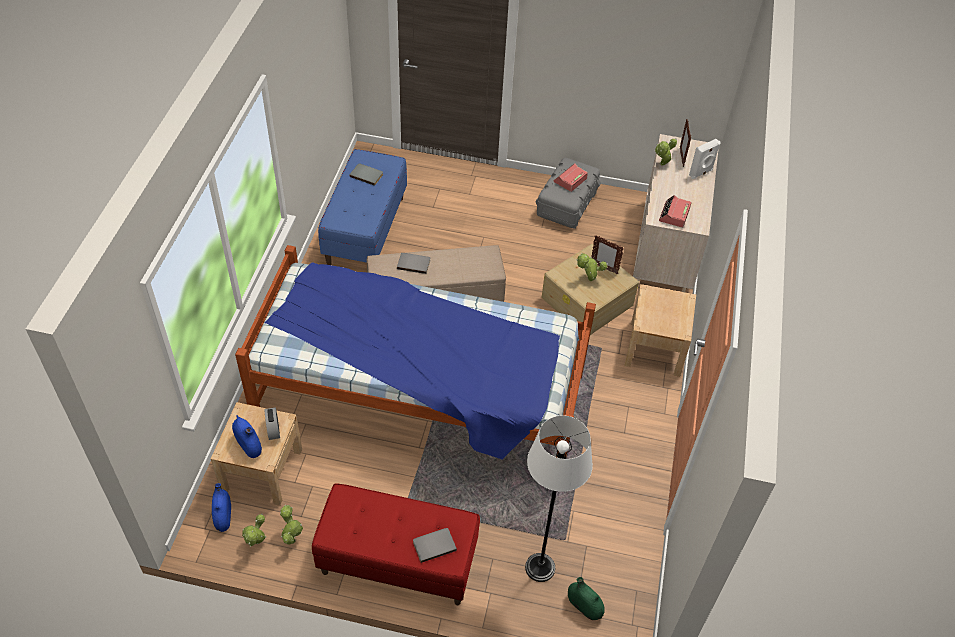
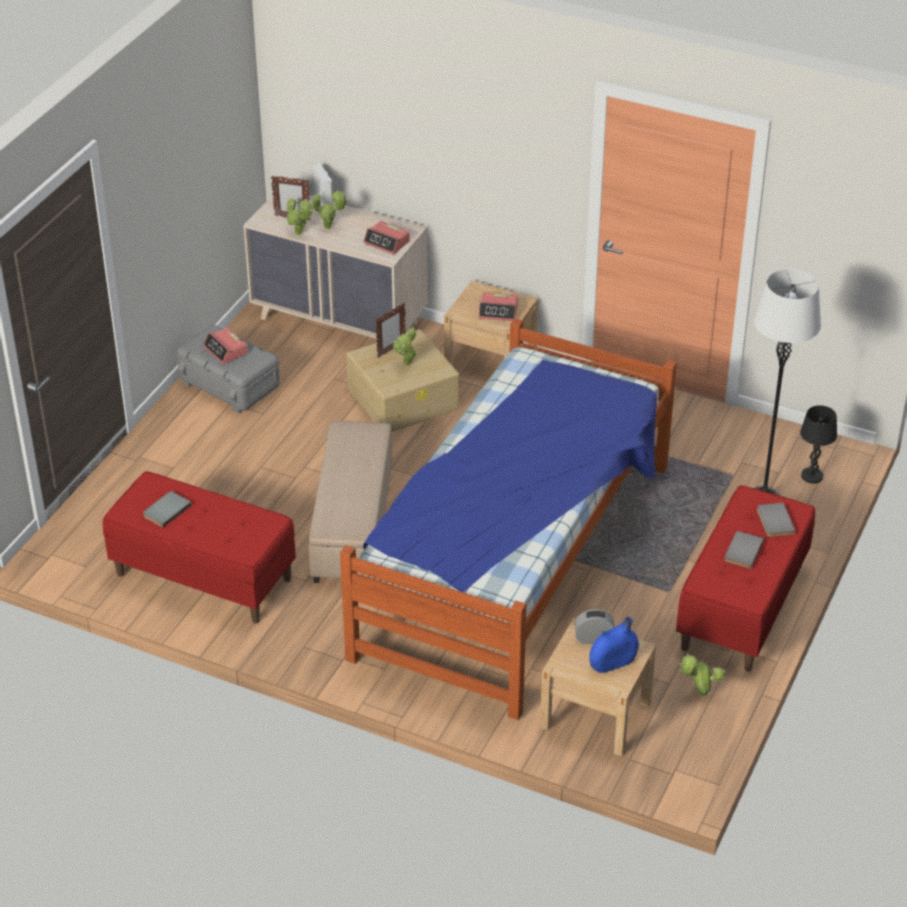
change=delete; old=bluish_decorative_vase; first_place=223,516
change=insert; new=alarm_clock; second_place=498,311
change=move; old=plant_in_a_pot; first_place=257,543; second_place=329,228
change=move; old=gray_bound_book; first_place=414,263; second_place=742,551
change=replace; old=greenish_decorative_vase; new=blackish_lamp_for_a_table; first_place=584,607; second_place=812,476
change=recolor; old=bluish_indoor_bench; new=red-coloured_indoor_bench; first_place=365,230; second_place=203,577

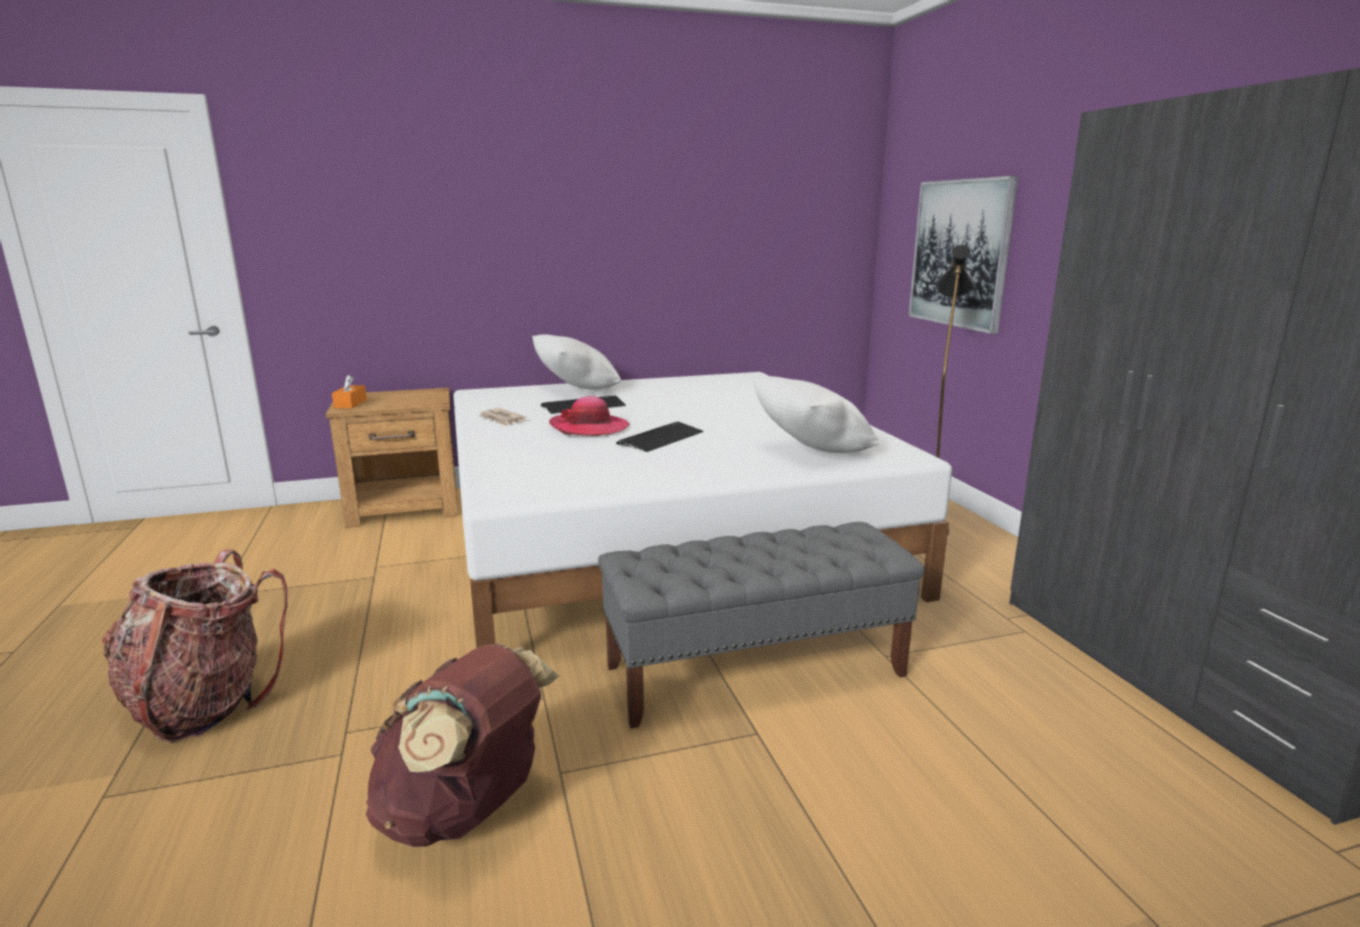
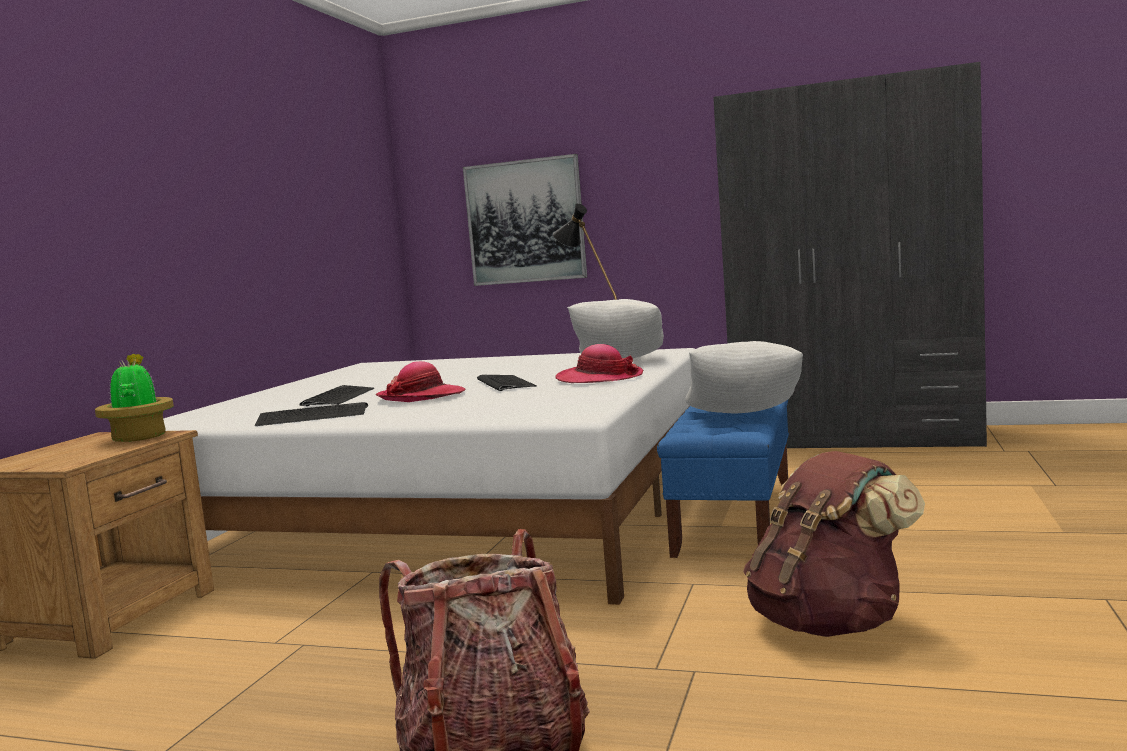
change=delete; old=orangey_tissue_box; first_place=350,404
change=insert; new=plant_in_a_pot; second_place=140,437
change=insert; new=hat; second_place=599,378
change=move; old=white_cushion; first_place=576,390; second_place=744,417
change=replace; old=printed_paper; new=PC_keyboard; first_place=502,419; second_place=312,417
change=recolor; old=gray_indoor_bench; new=bluish_indoor_bench; first_place=756,670; second_place=735,516

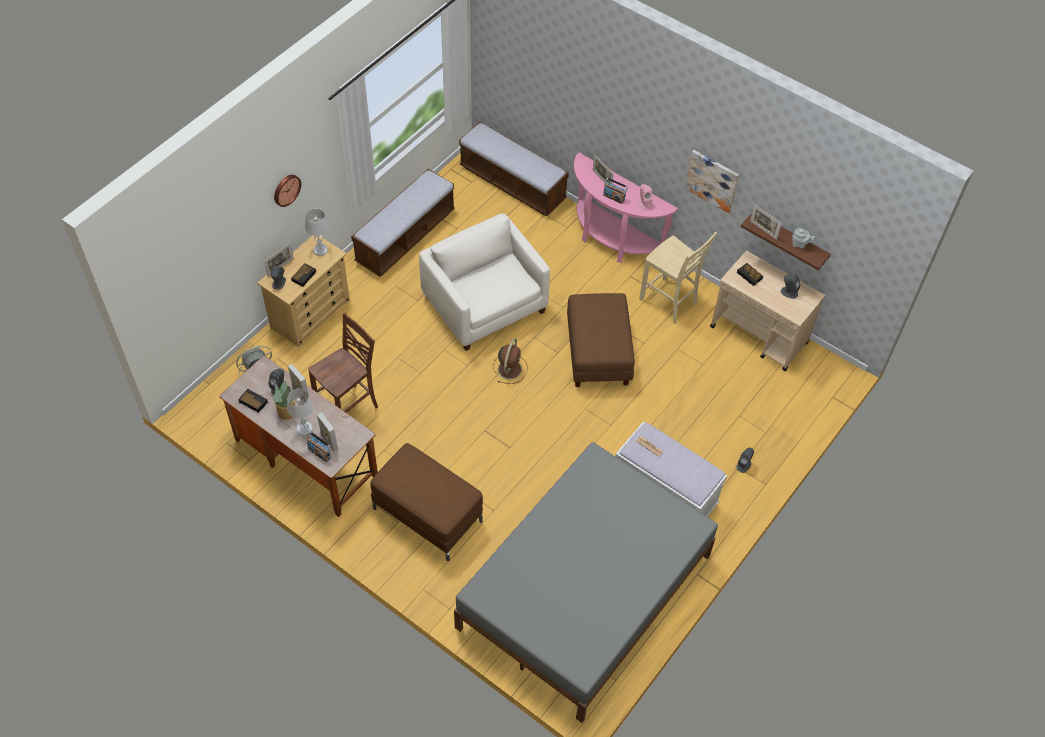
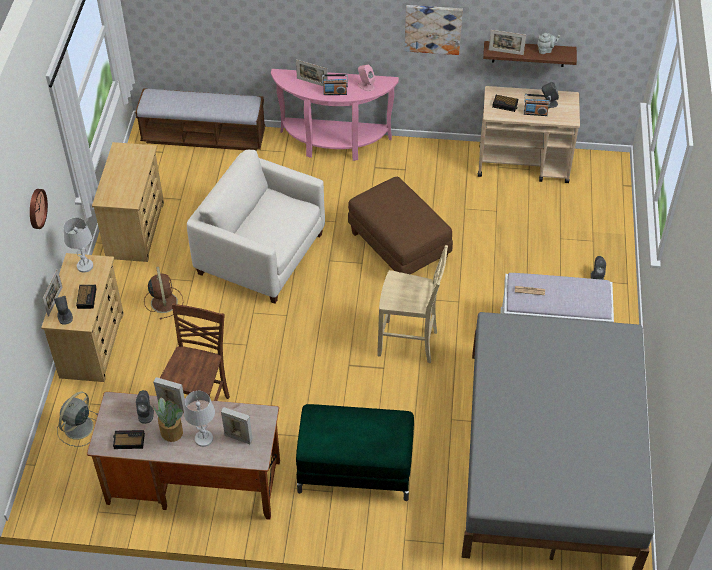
change=move; old=radio_set; first_place=319,453; second_place=535,113
change=move; old=brownish_cooling_fan; first_place=510,368; second_place=164,301
change=move; old=sand-coloured_plain_chair; first_place=669,302; second_place=409,343
change=replace; old=indoor_bench; new=sand-coloured_chest_of_drawers; first_place=405,237; second_place=135,230
change=recolor; old=brownish_footrest; new=greenish_footrest; first_place=428,515; second_place=356,469

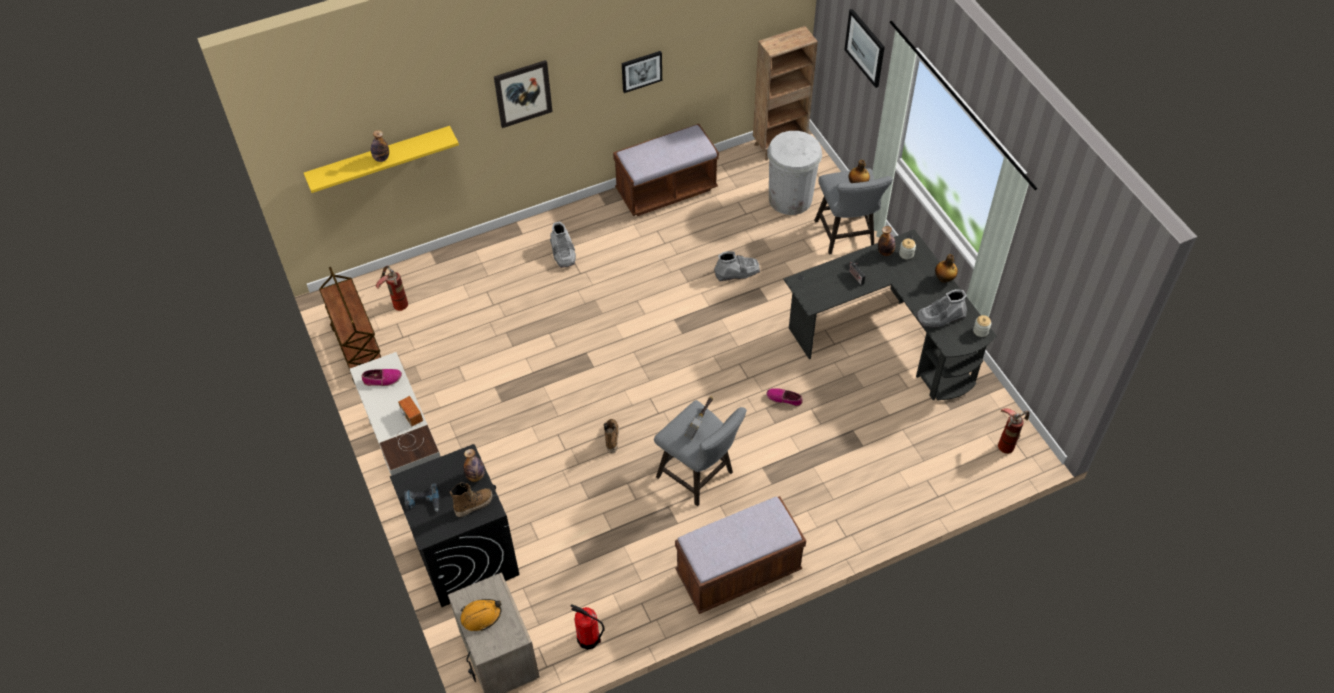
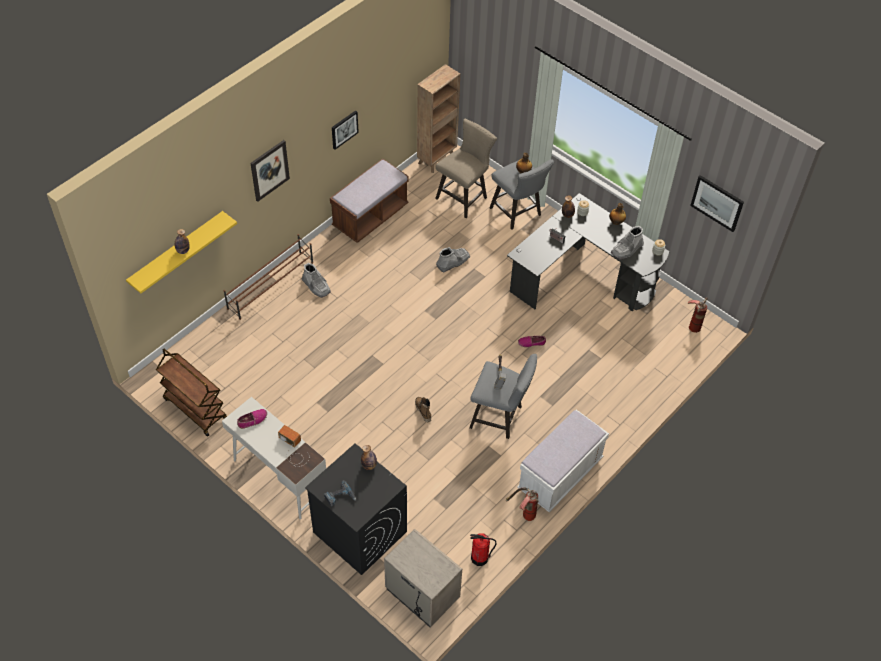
change=delete; old=boot; first_place=474,504
change=delete; old=orangey_work_helmet; first_place=481,616
change=insert; new=brownish_shoe_rack; second_place=271,285
change=move; old=fire_extinguisher; first_place=395,302; second_place=523,514
change=move; old=picture; first_place=865,47; second_place=717,203
change=replace; old=white_rubbish_bin; new=sand-coloured_stool; first_place=790,198; second_place=464,196
change=recolor; old=brownish_indoor_bench; new=white_indoor_bench; first_place=738,572; second_place=560,475

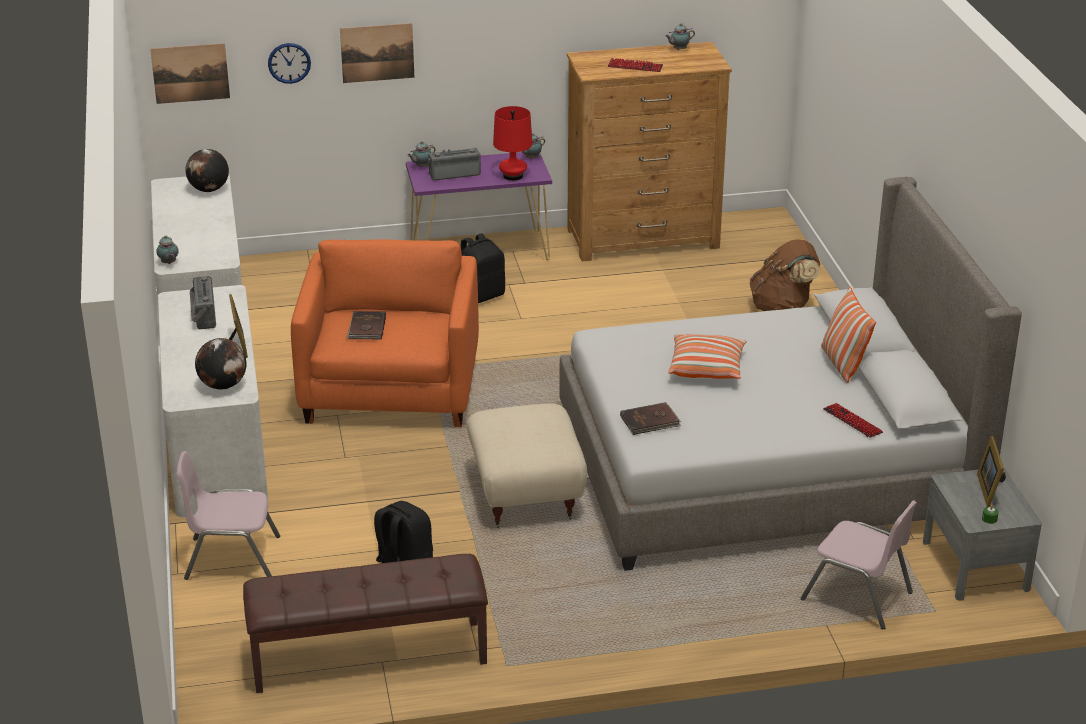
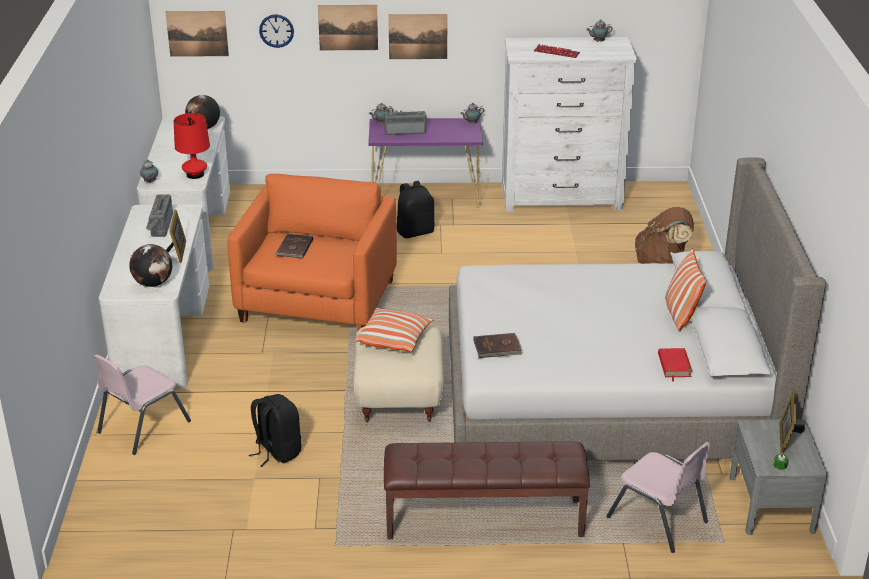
change=insert; new=picture; second_place=418,36
change=move; old=brownish_indoor_bench; first_place=368,657; second_place=484,519
change=move; old=red-coloured_lamp_for_a_table; first_place=513,176; second_place=195,175
change=move; old=cushion; first_place=706,368; second_place=394,339
change=replace; old=PC_keyboard; new=red-coloured_bound_book; first_place=852,421; second_place=674,365
change=recolor; old=brownish_chest_of_drawers; new=white_chest_of_drawers; first_place=643,239; second_place=561,197
change=rotate; old=pink_plain_chair; first_place=232,558; second_place=143,427; degrees=-60

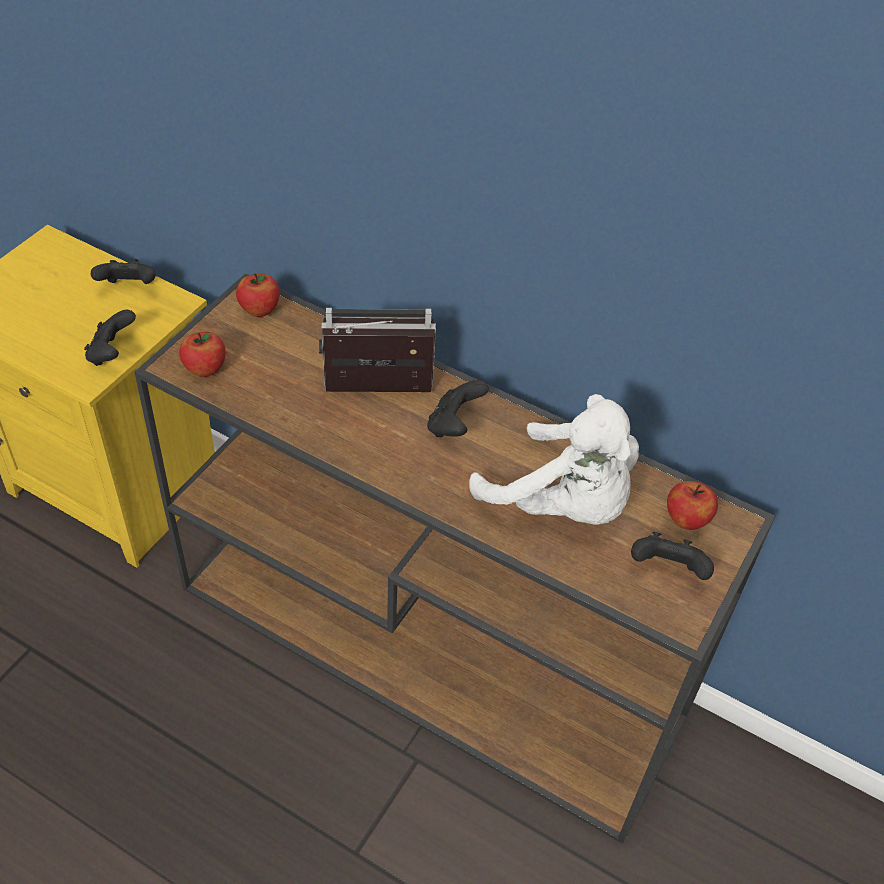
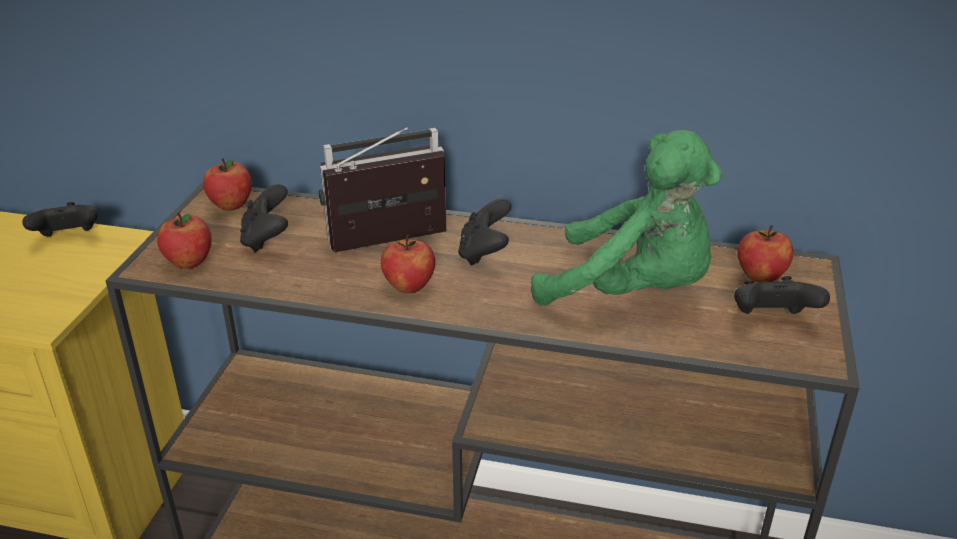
change=insert; new=whole_apple; second_place=409,286
change=move; old=blackish_game_controller; first_place=112,353; second_place=267,239
change=recolor; old=white_soft_toy; new=greenish_soft_toy; first_place=562,504; second_place=632,291

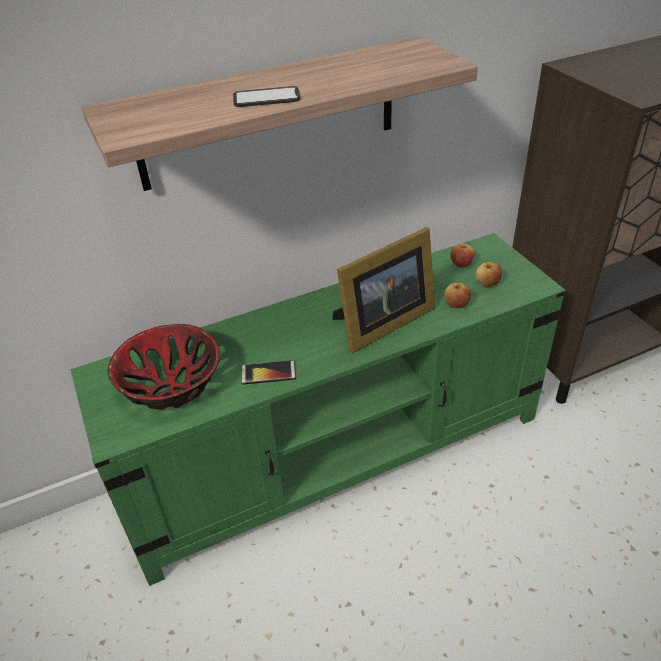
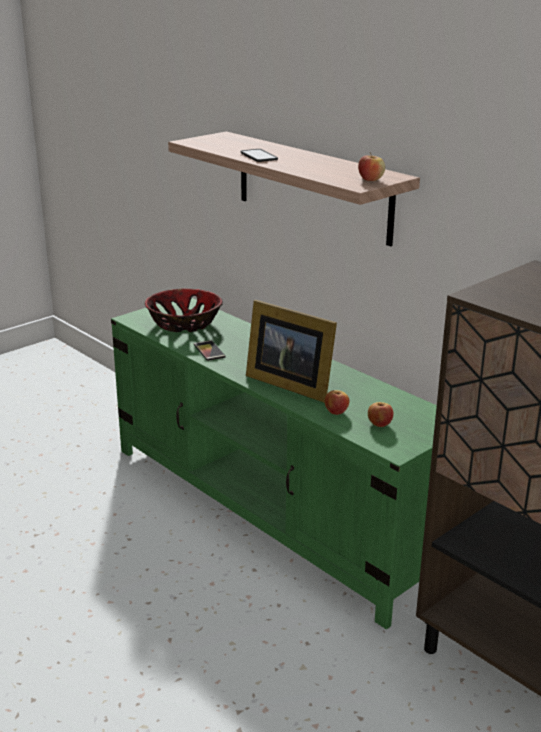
change=move; old=whole_apple; first_place=461,264; second_place=371,179

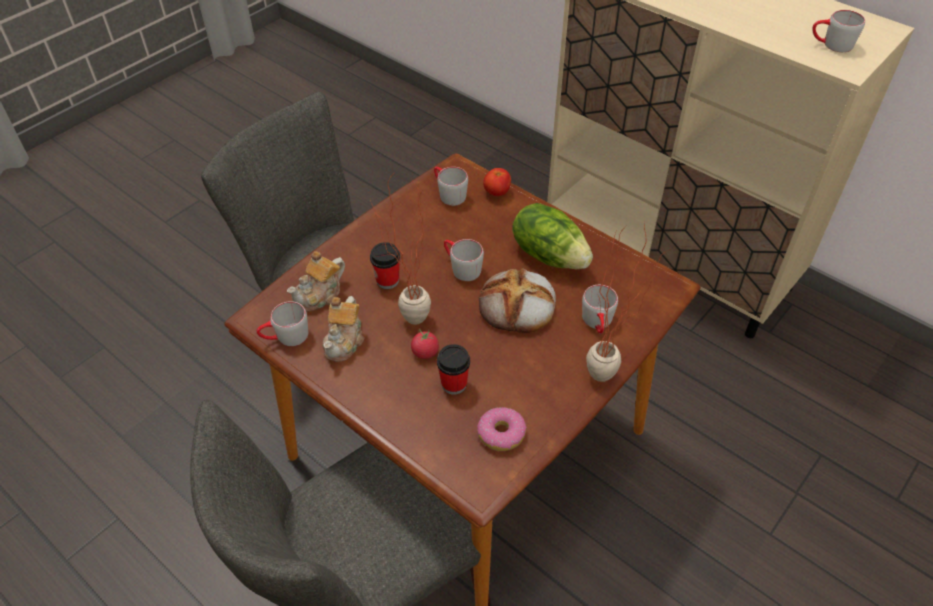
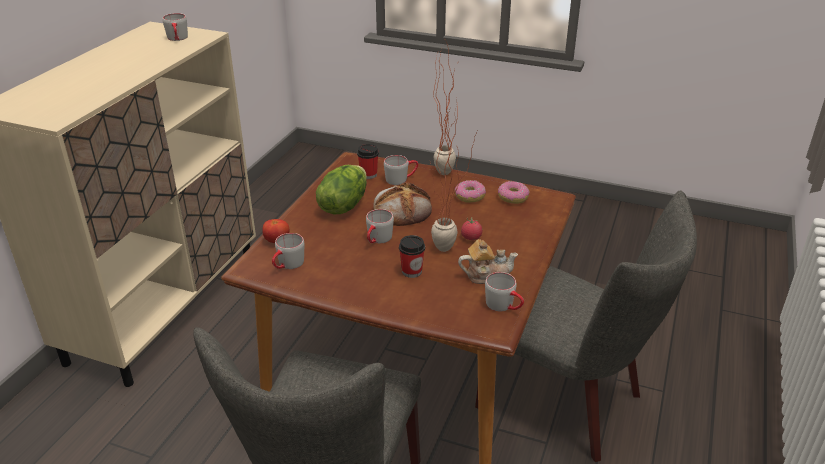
change=delete; old=tea_pot; first_place=320,295
change=insert; new=ring_doughnut; second_place=469,196
change=move; old=cup; first_place=454,384; second_place=368,175

